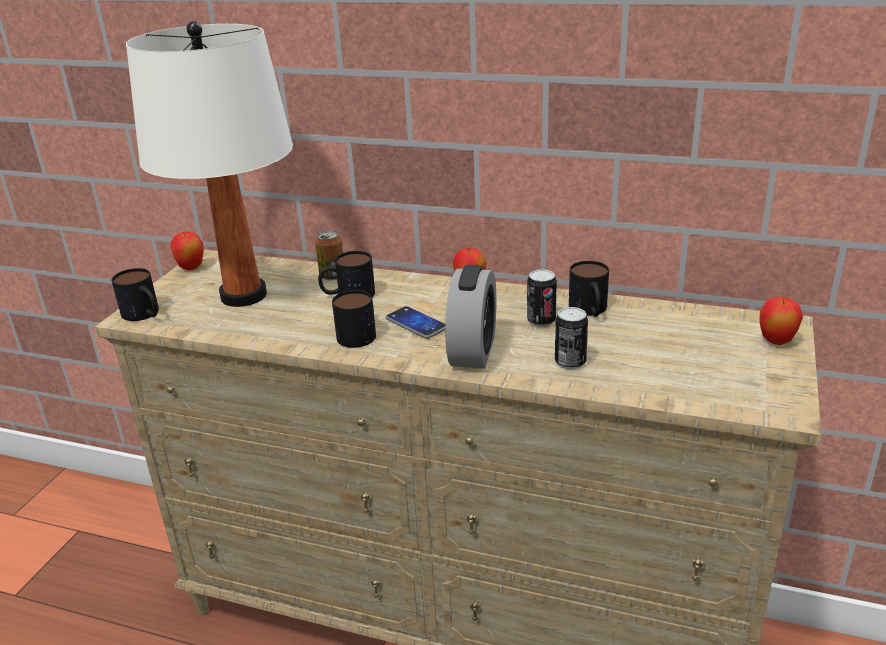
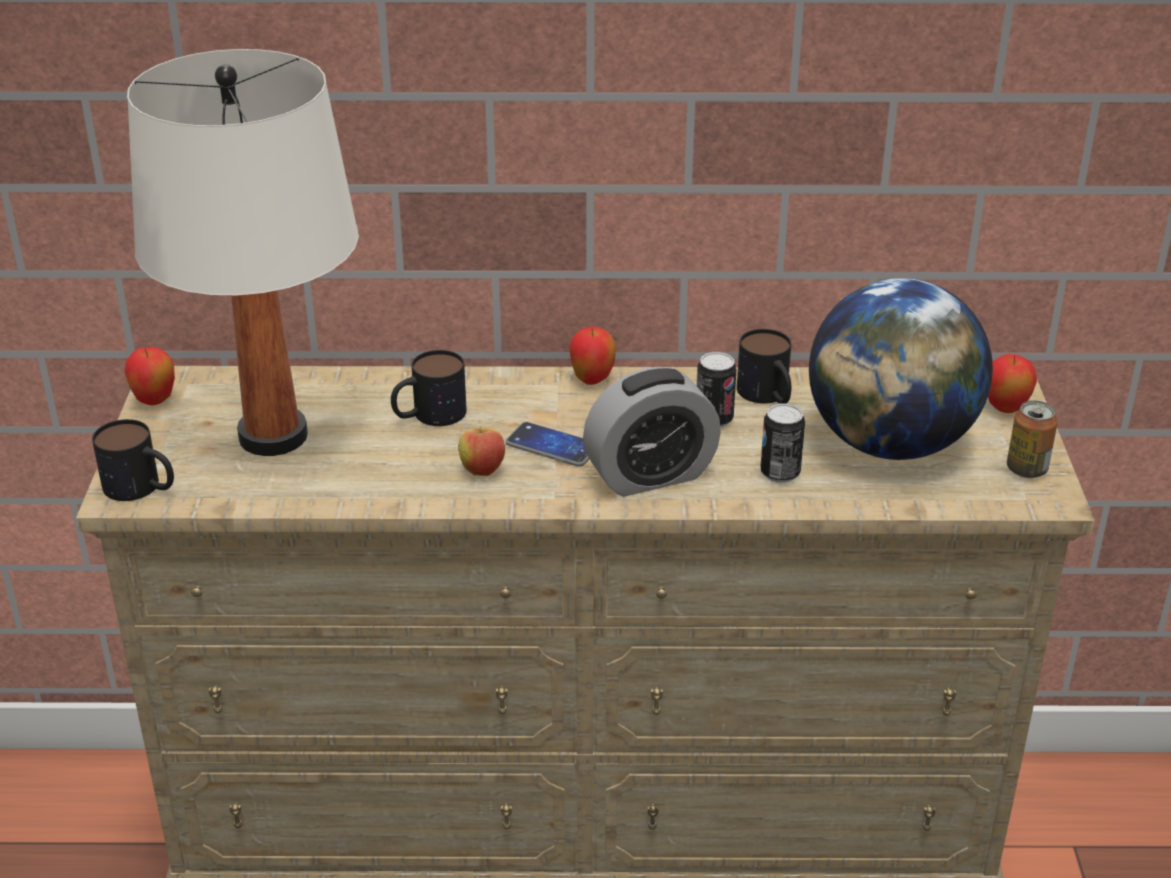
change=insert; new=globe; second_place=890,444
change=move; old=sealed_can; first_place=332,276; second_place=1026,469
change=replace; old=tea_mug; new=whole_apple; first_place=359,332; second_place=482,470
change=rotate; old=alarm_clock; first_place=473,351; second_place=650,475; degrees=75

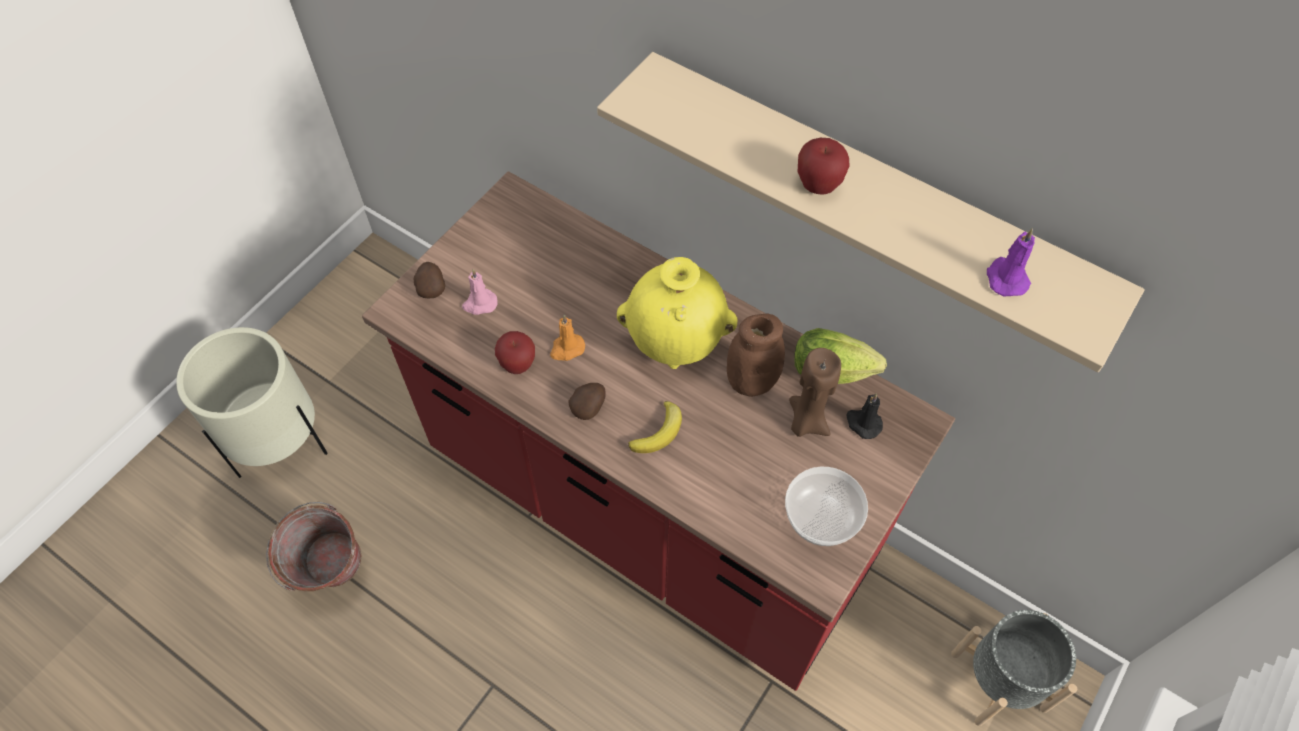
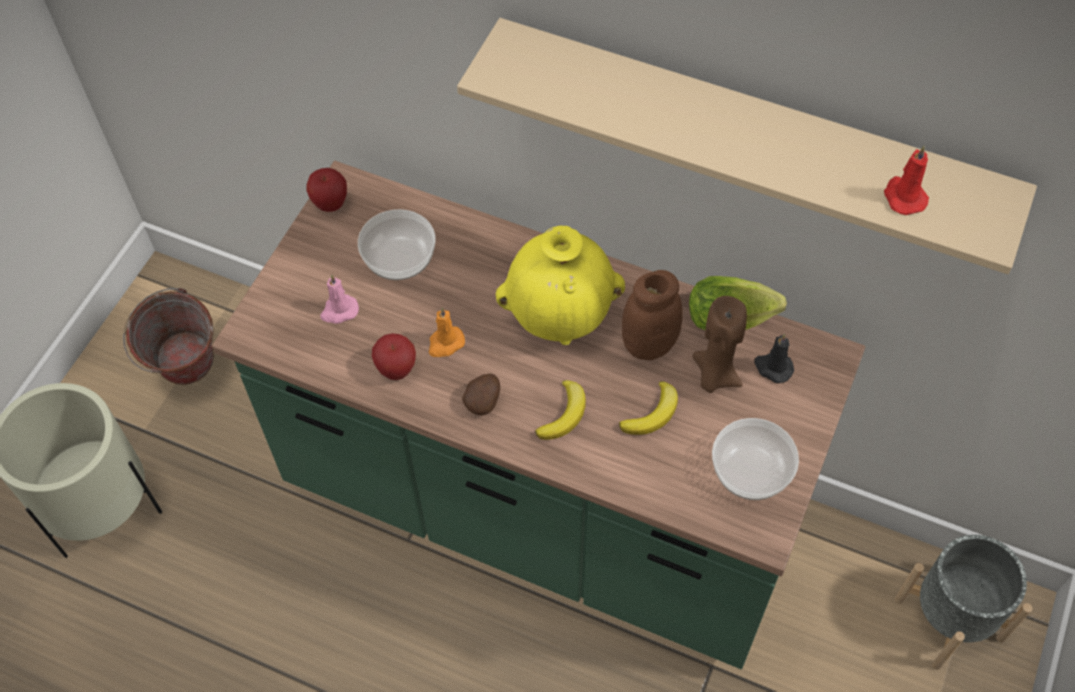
change=delete; old=potato; first_place=431,288
change=insert; new=bowl; second_place=398,258
change=insert; new=whole_banana; second_place=652,413
change=move; old=pail; first_place=332,575; second_place=187,374
change=move; old=whole_apple; first_place=818,185; second_place=330,204
change=recolor; old=red-coloured_counter; new=greenish_counter; first_place=649,509; second_place=541,508
change=recolor; old=purplish_wax_light; new=red-coloured_wax_light; first_place=1005,278; second_place=903,196

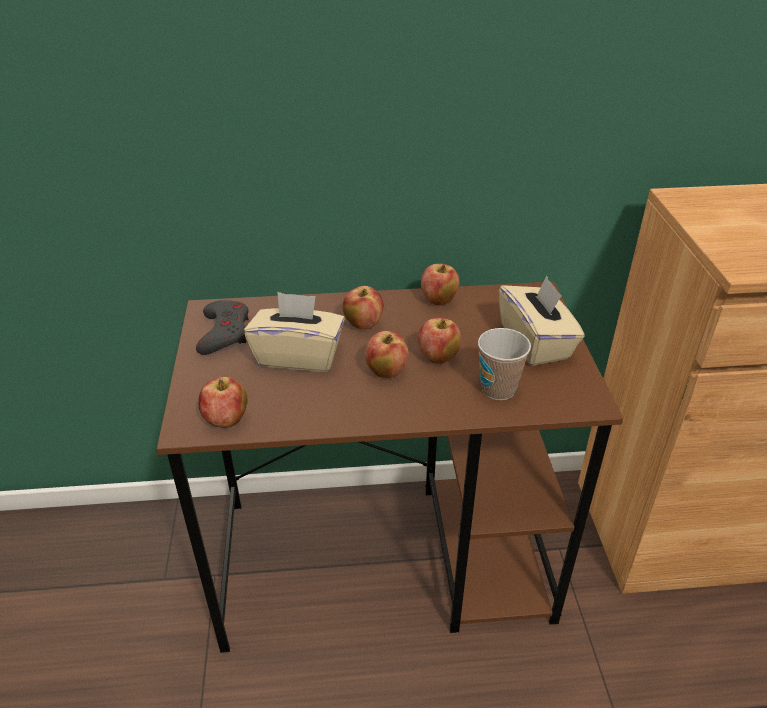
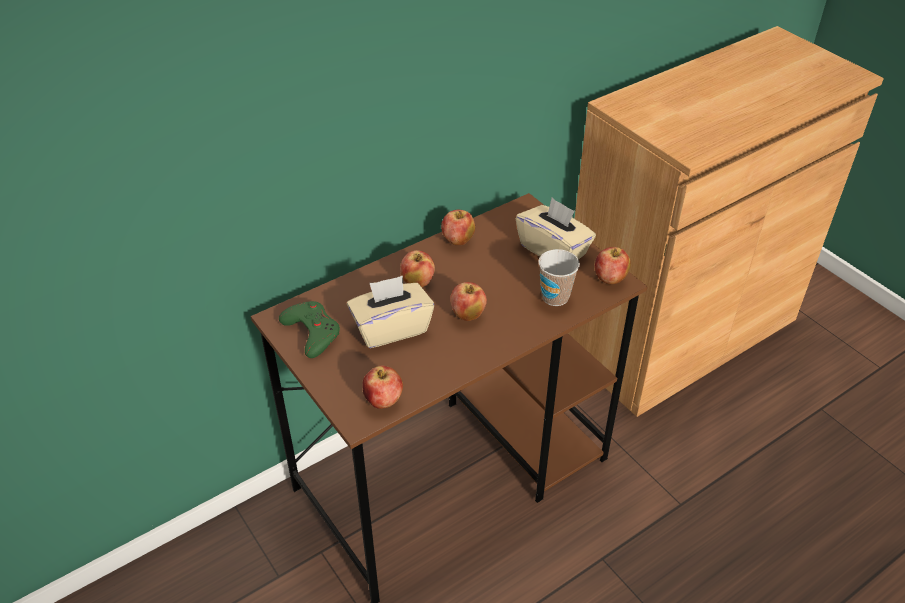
change=move; old=whole_apple; first_place=438,358; second_place=610,279
change=recolor; old=gray_game_controller; new=greenish_game_controller; first_place=224,332; second_place=312,332

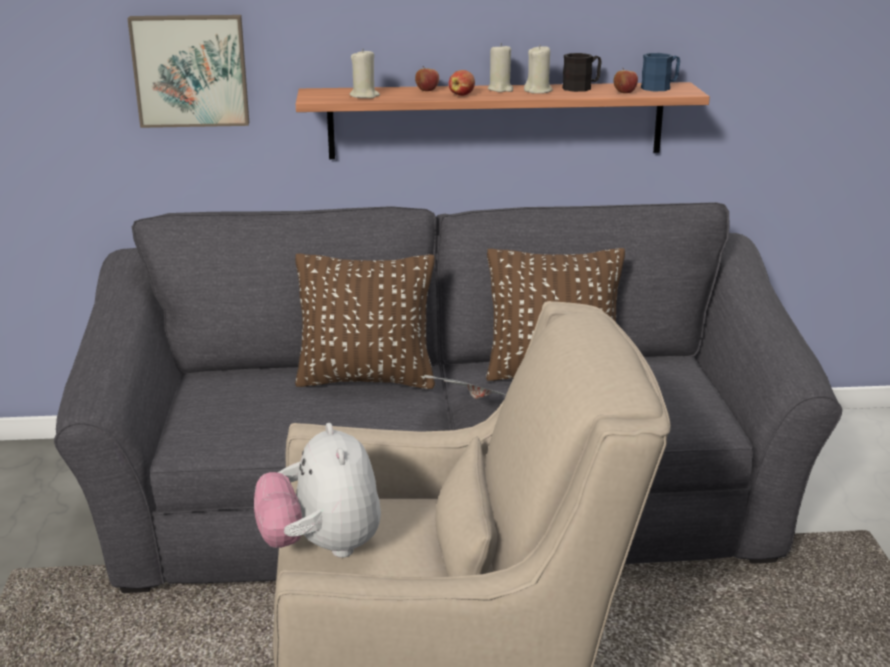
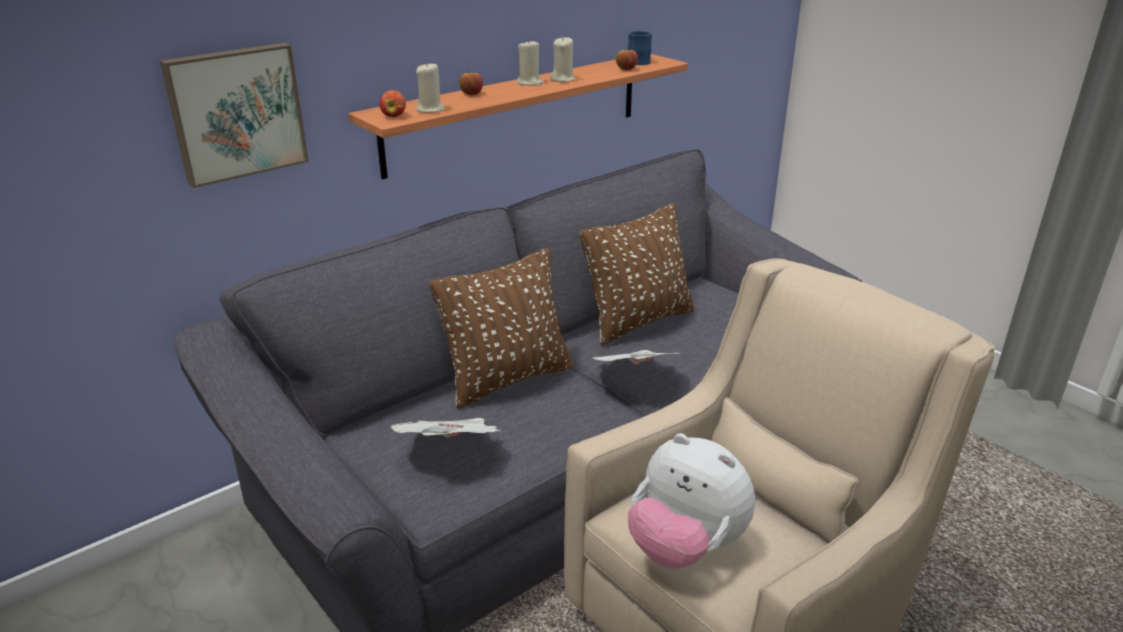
change=delete; old=blackish_tea_mug; first_place=582,87
change=insert; new=printed_paper; second_place=451,449
change=move; old=whole_apple; first_place=462,95; second_place=393,116

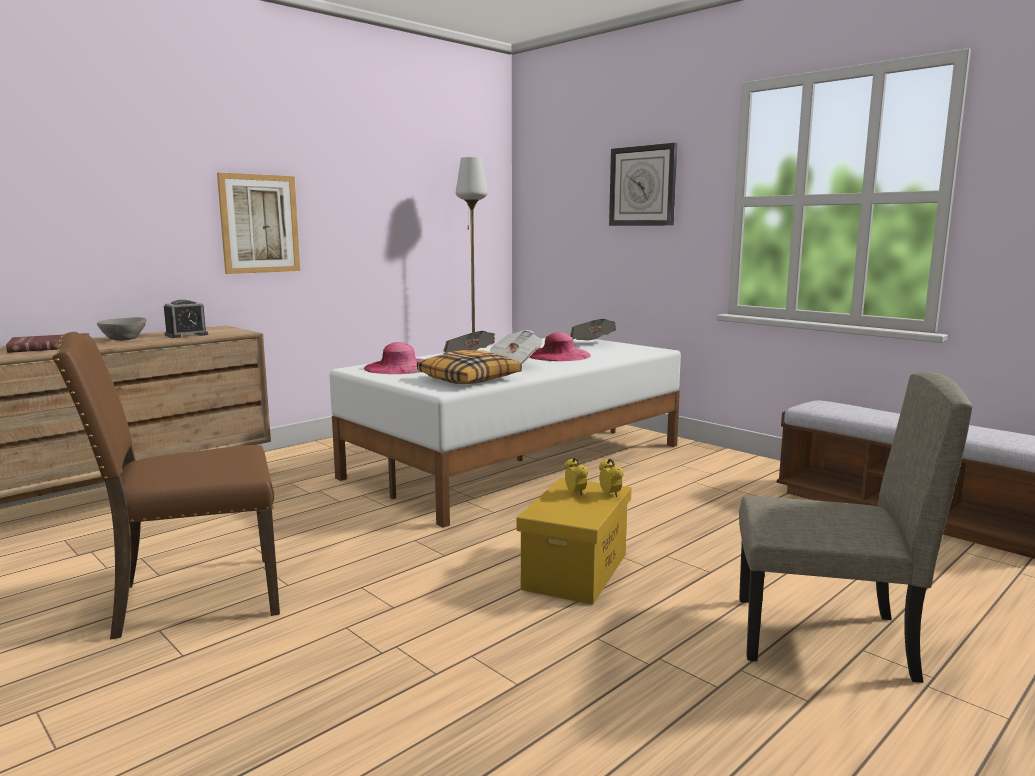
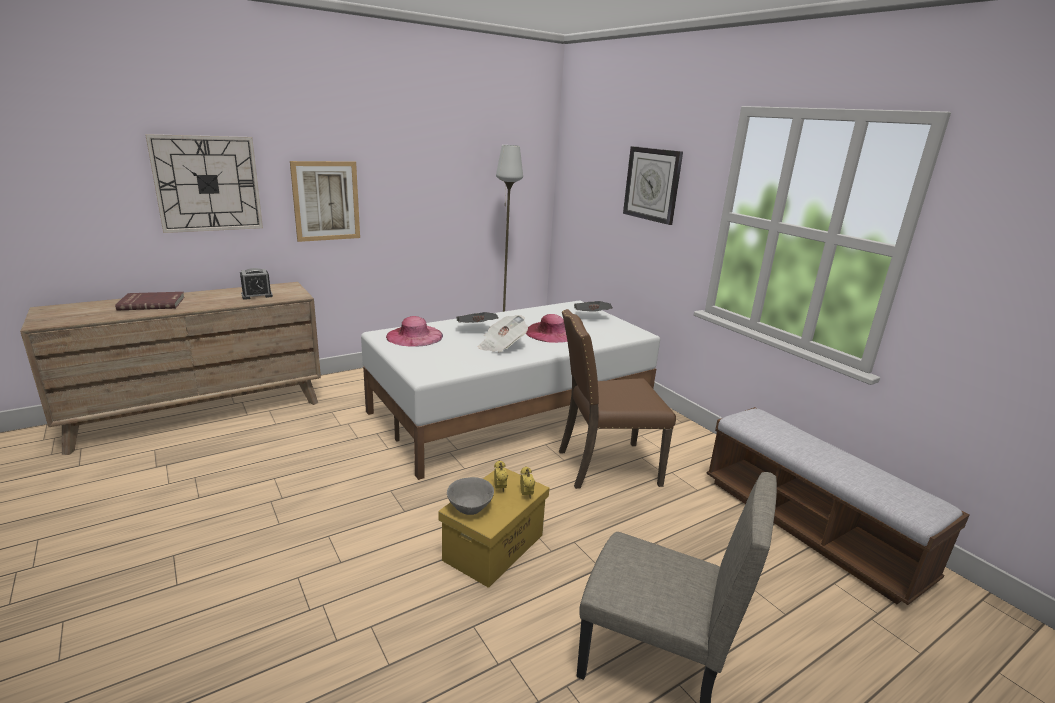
change=delete; old=cushion; first_place=469,379
change=insert; new=hanging_clock; second_place=207,184
change=move; old=brownish_plain_chair; first_place=193,598; second_place=605,466
change=move; old=gray_bowl; first_place=123,339; second_place=469,507

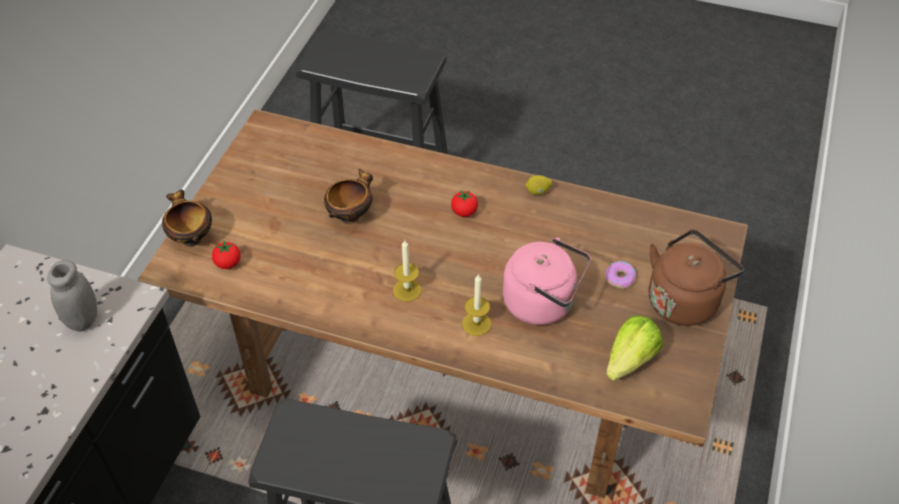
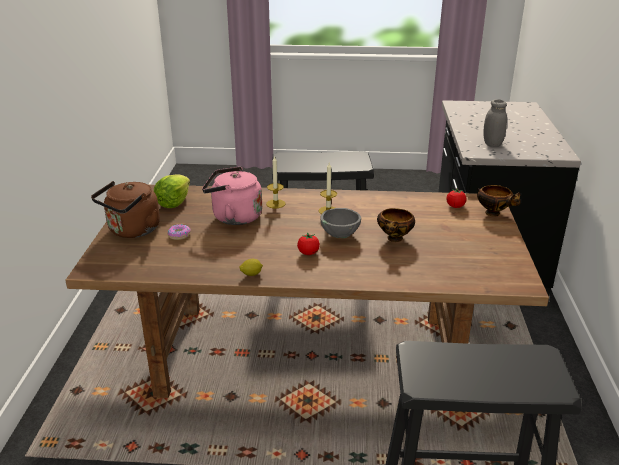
change=insert; new=gray_bowl; second_place=340,235

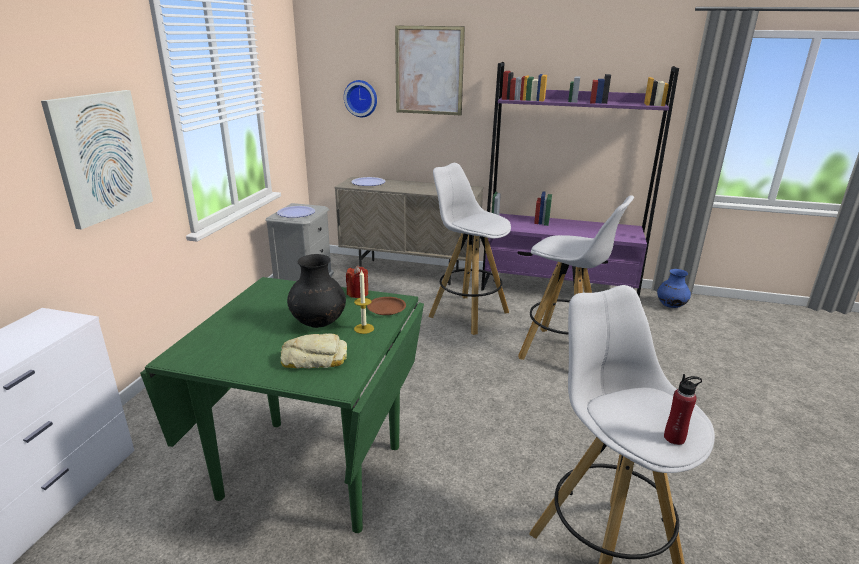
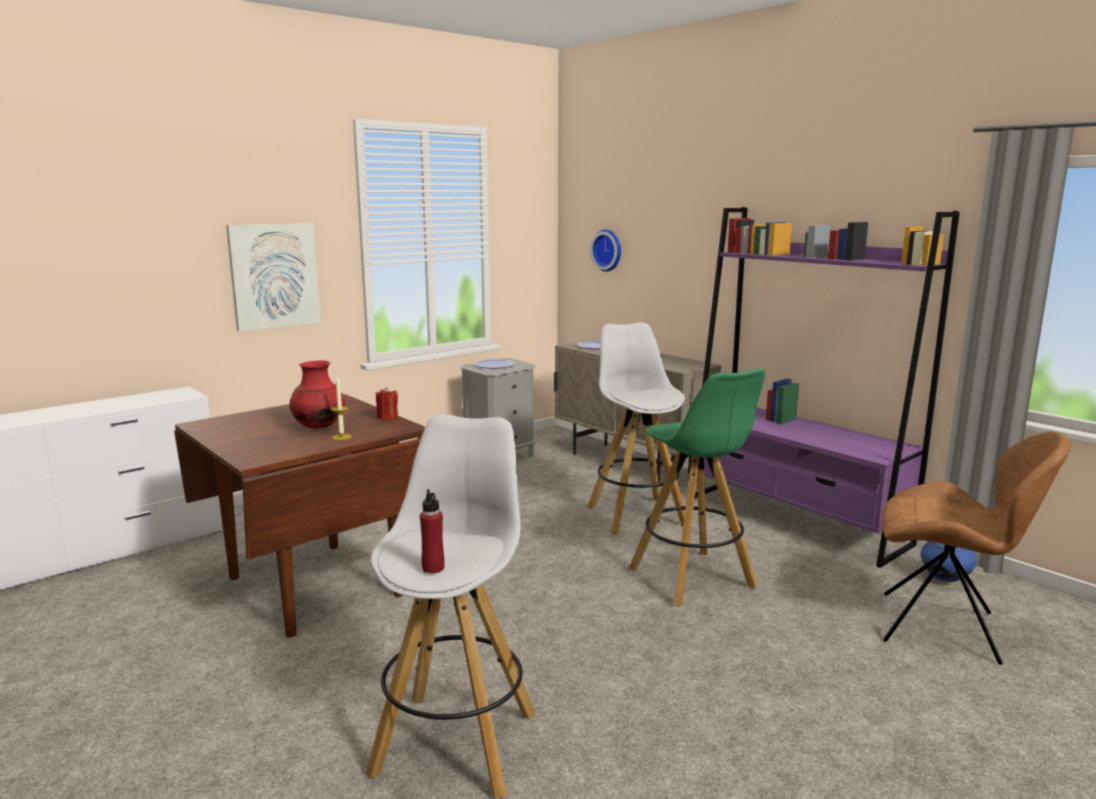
change=delete; old=baked_bread; first_place=315,358
change=delete; old=brownish_plate; first_place=386,308
change=delete; old=picture; first_place=429,71
change=insert; new=brownish_plain_chair; second_place=944,628
change=recolor; old=greenish_dinner_table; new=brownish_dinner_table; first_place=313,469; second_place=316,585
change=recolor; old=blackish_decorative_vase; new=red-coloured_decorative_vase; first_place=318,323; second_place=319,427
change=recolor; old=white_stool; new=greenish_stool; first_place=562,352; second_place=693,579

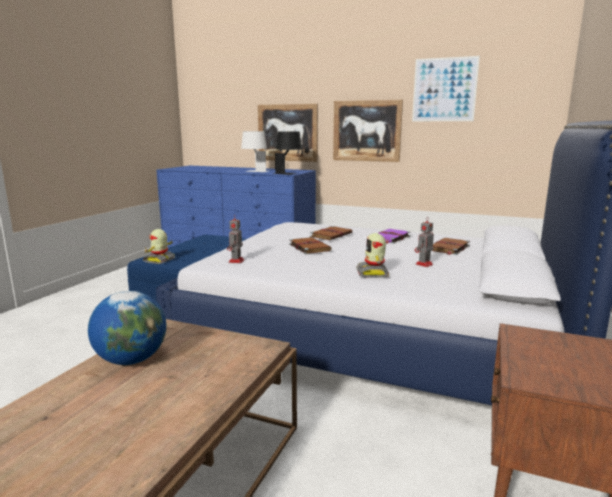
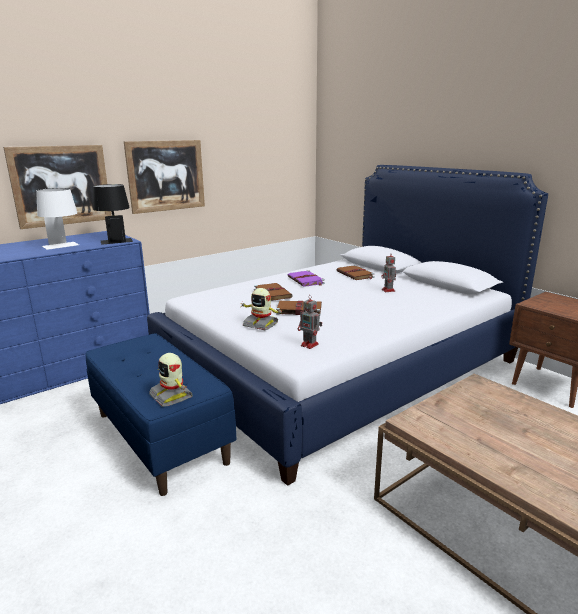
change=delete; old=globe; first_place=132,360
change=delete; old=picture; first_place=444,90
change=move; old=robot_figure; first_place=373,273; second_place=261,324

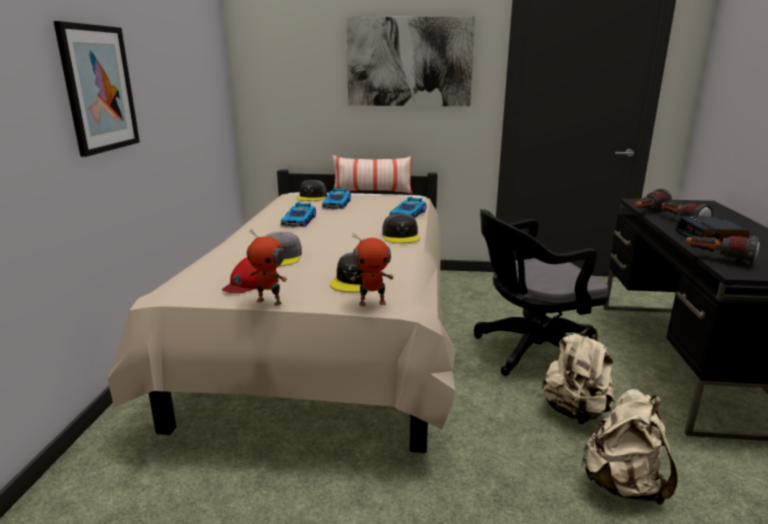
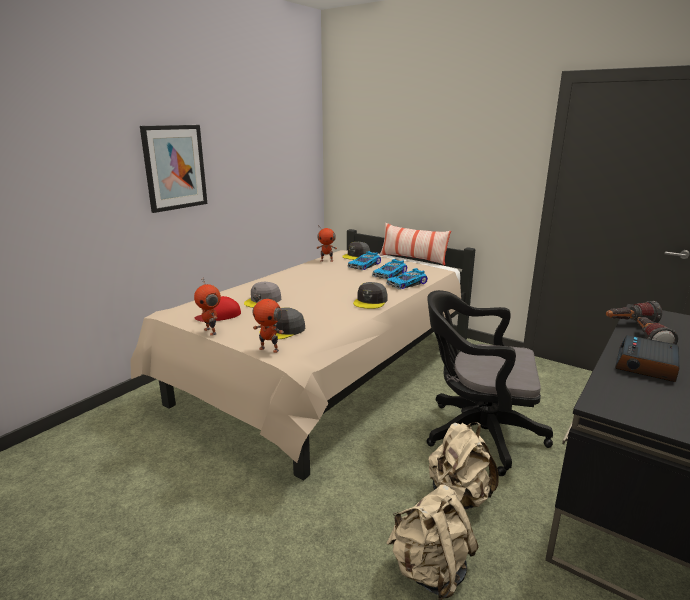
change=delete; old=picture; first_place=409,62
change=delete; old=torch; first_place=718,259
change=insert; new=robot_figure; second_place=327,260
change=move; old=model_car; first_place=300,221; second_place=390,274

